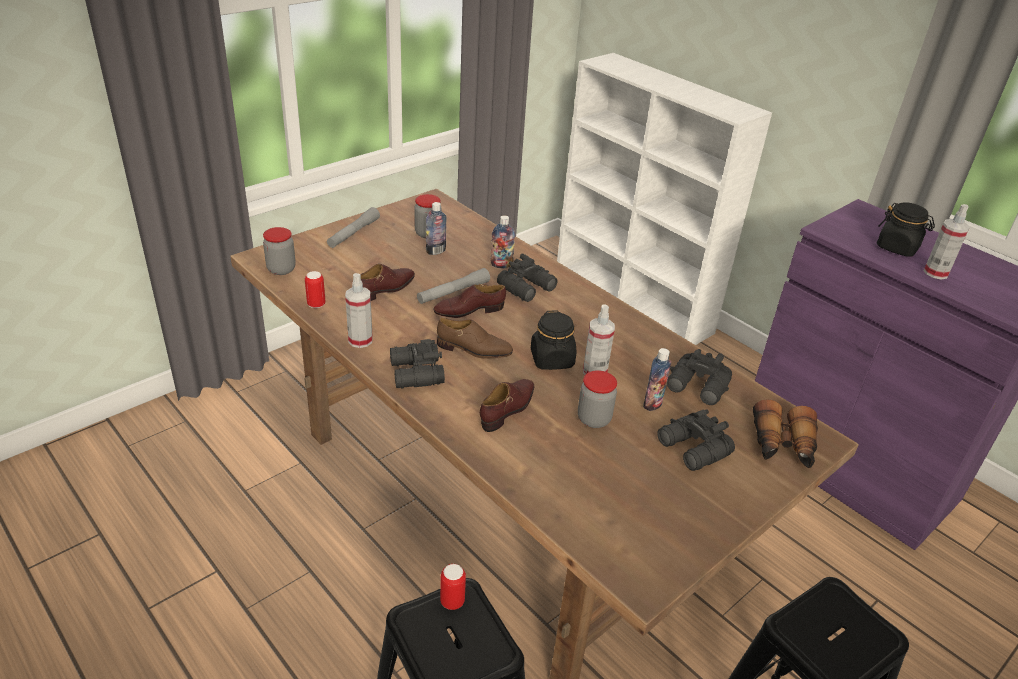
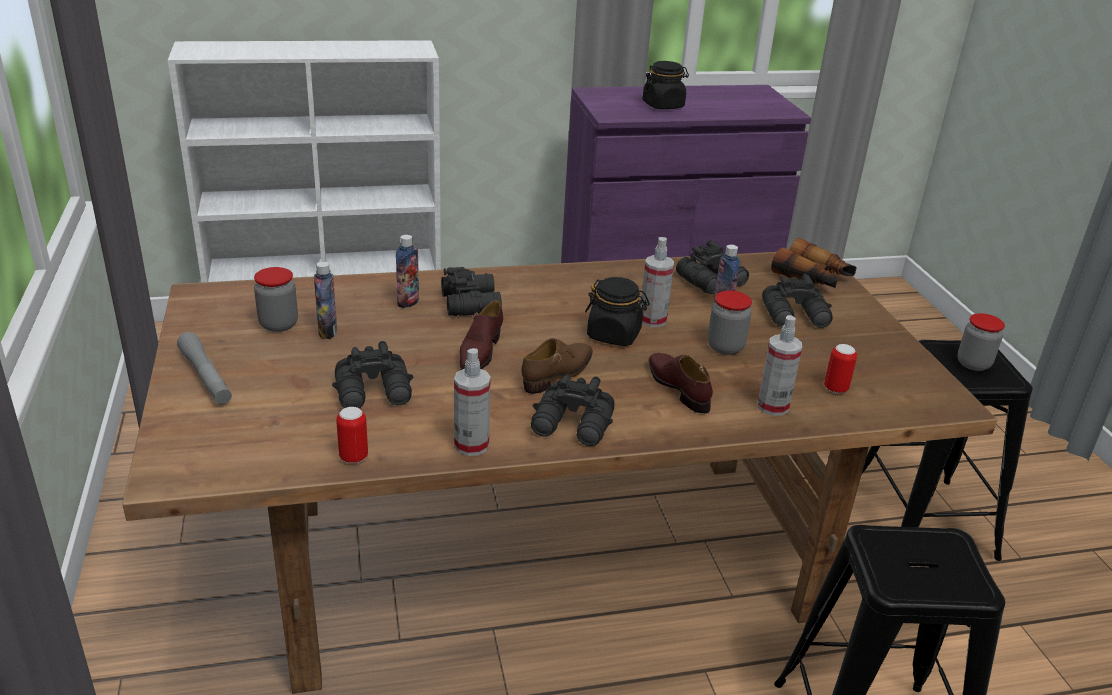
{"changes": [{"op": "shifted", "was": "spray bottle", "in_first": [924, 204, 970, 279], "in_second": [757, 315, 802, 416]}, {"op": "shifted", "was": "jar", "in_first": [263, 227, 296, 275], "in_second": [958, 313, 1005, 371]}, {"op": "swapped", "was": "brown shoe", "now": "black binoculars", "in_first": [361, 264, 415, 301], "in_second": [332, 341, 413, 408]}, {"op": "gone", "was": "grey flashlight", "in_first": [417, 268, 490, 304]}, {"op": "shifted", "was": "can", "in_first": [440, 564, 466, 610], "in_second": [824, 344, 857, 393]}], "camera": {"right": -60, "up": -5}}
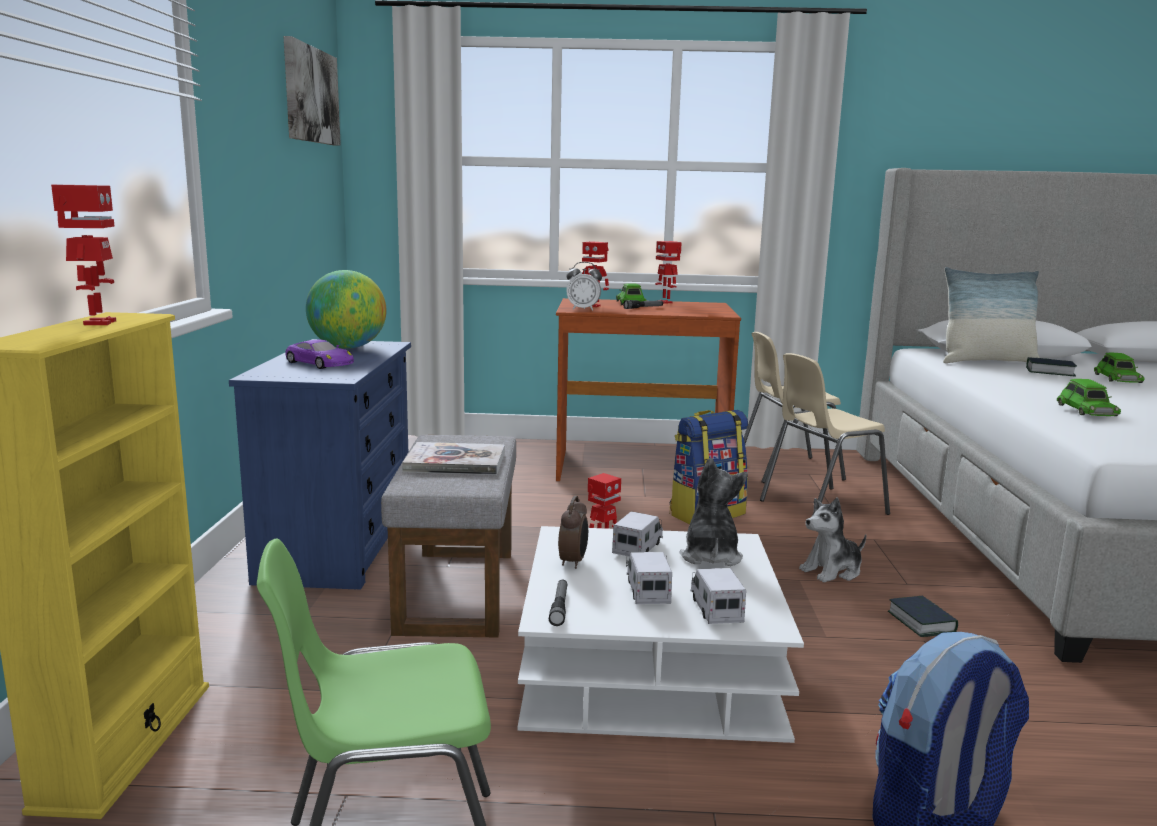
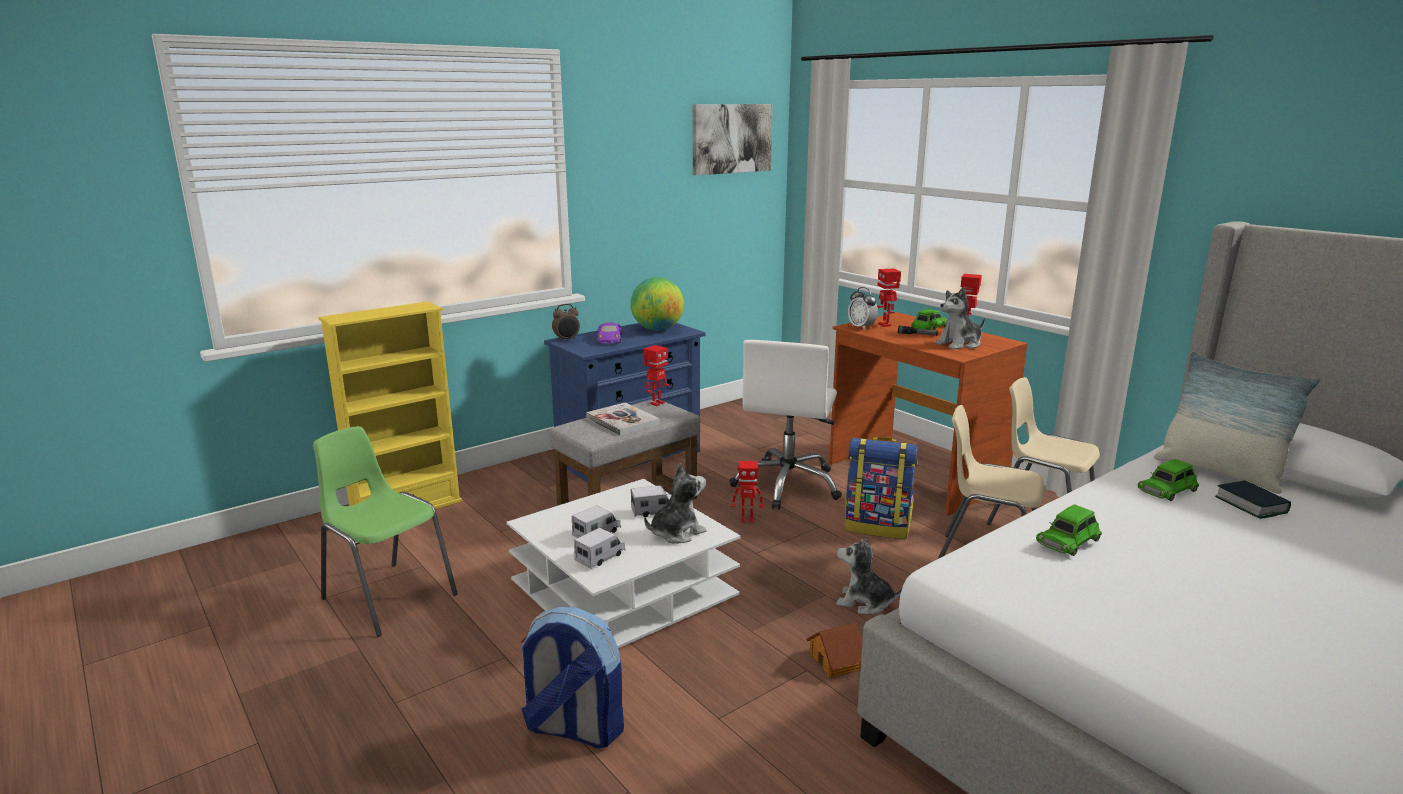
{"changes": [{"op": "shifted", "was": "toy robot", "in_first": [51, 185, 116, 325], "in_second": [643, 345, 669, 406]}, {"op": "shifted", "was": "green toy car", "in_first": [1094, 352, 1145, 383], "in_second": [1138, 459, 1199, 501]}, {"op": "shifted", "was": "alarm clock", "in_first": [558, 496, 588, 569], "in_second": [552, 304, 580, 341]}, {"op": "gone", "was": "flashlight", "in_first": [549, 580, 567, 626]}, {"op": "swapped", "was": "book", "now": "toy house", "in_first": [888, 596, 958, 637], "in_second": [806, 623, 862, 678]}, {"op": "new", "now": "plush toy", "in_second": [935, 287, 985, 350]}, {"op": "new", "now": "white office chair", "in_second": [730, 340, 842, 510]}], "camera": {"right": 50, "up": 5}}
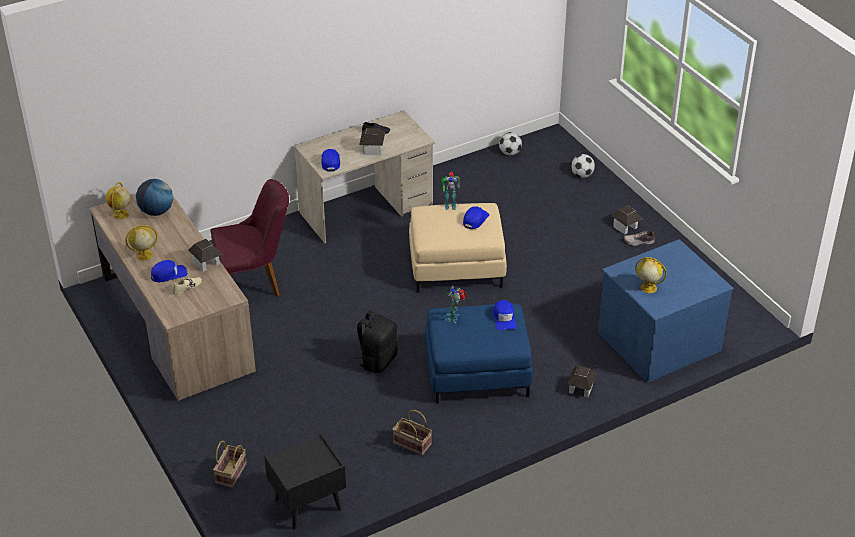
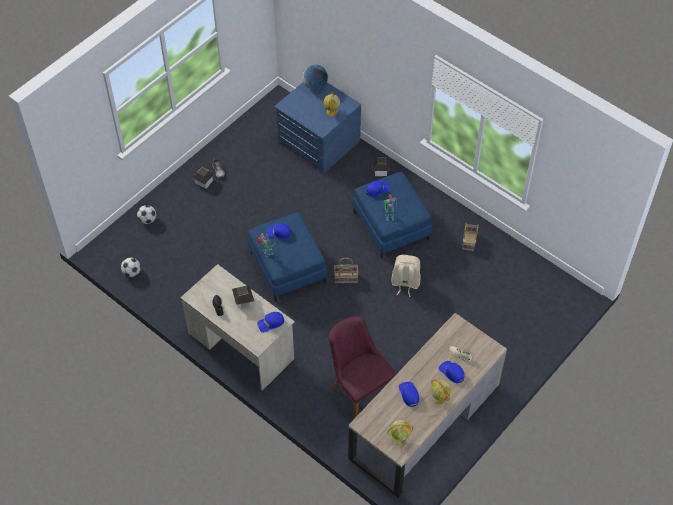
{"changes": [{"op": "shifted", "was": "globe", "in_first": [136, 179, 173, 216], "in_second": [302, 64, 328, 90]}, {"op": "repainted", "was": "beige ottoman", "now": "blue ottoman", "in_first": [409, 203, 507, 293], "in_second": [248, 213, 327, 302]}, {"op": "gone", "was": "toy house", "in_first": [188, 239, 222, 272]}, {"op": "repainted", "was": "black backpack", "now": "beige backpack", "in_first": [353, 311, 397, 373], "in_second": [391, 255, 421, 297]}, {"op": "gone", "was": "black nightstand", "in_first": [264, 433, 346, 530]}, {"op": "shifted", "was": "basket", "in_first": [213, 441, 247, 488], "in_second": [334, 258, 358, 283]}, {"op": "new", "now": "blue cap", "in_second": [398, 382, 419, 407]}], "camera": {"right": -110, "up": 15}}
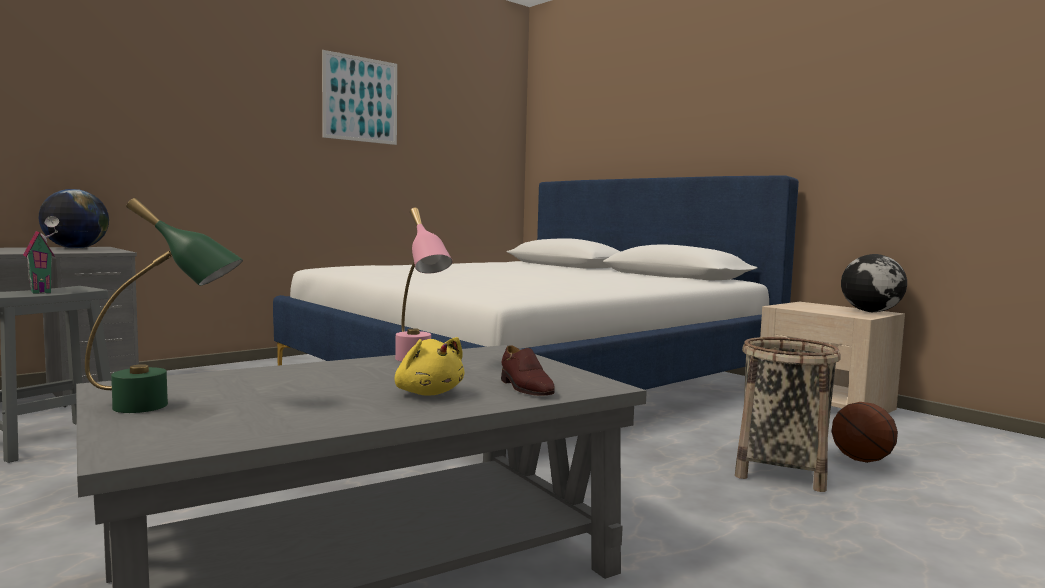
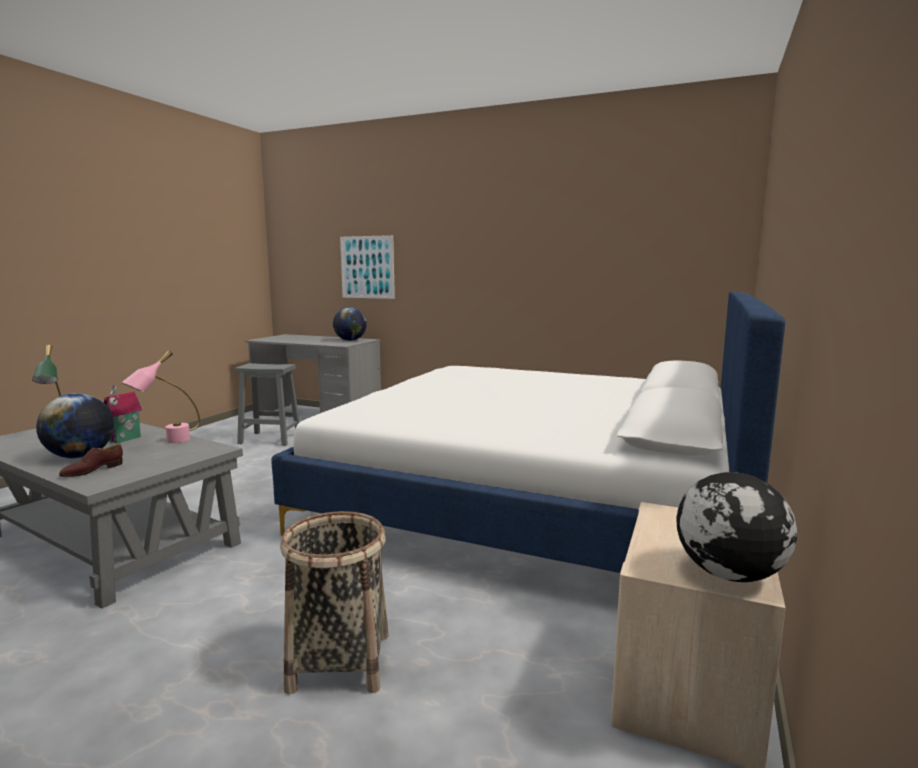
{"changes": [{"op": "shifted", "was": "picture", "in_first": [322, 50, 397, 145], "in_second": [340, 235, 395, 299]}, {"op": "shifted", "was": "toy house", "in_first": [23, 216, 59, 294], "in_second": [104, 385, 142, 444]}, {"op": "swapped", "was": "yellow plush toy", "now": "globe", "in_first": [395, 337, 464, 396], "in_second": [36, 393, 114, 458]}, {"op": "gone", "was": "basketball", "in_first": [831, 402, 898, 463]}], "camera": {"right": 65, "up": 5}}
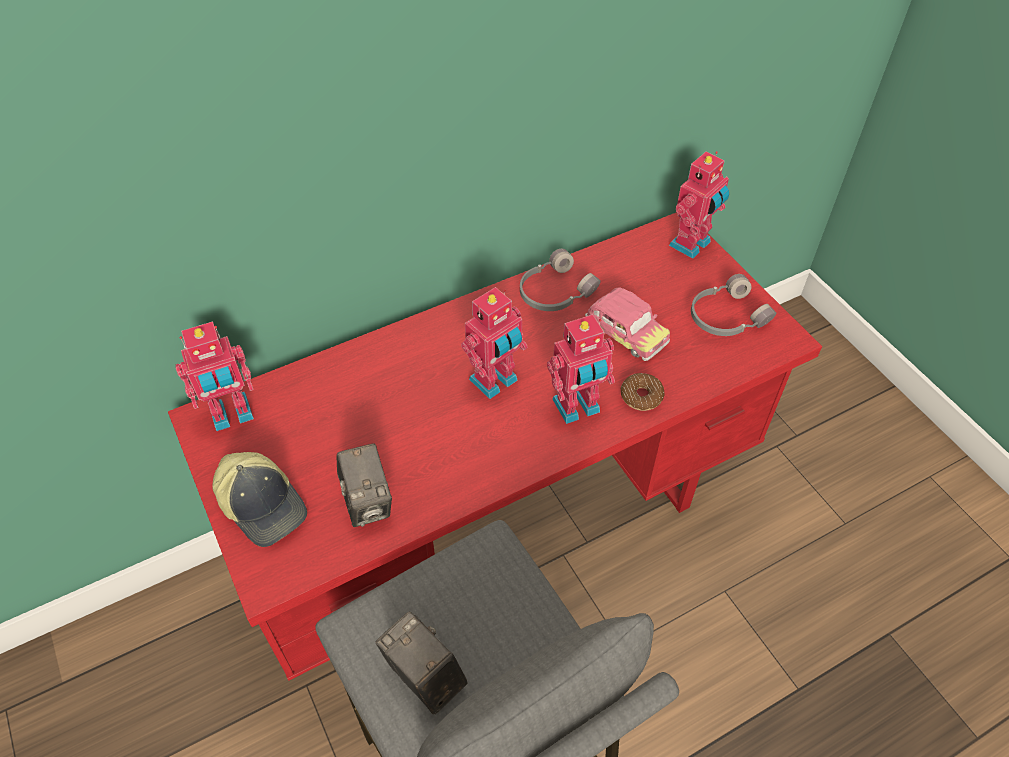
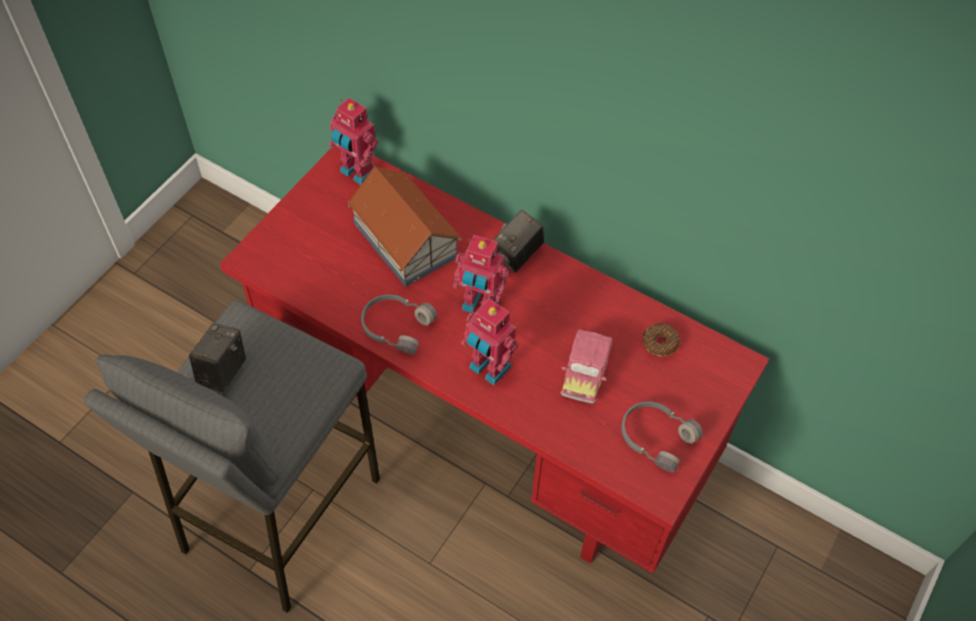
{"changes": [{"op": "gone", "was": "toy robot", "in_first": [669, 151, 729, 259]}, {"op": "shifted", "was": "grey headphones", "in_first": [520, 249, 601, 311], "in_second": [361, 294, 437, 354]}, {"op": "shifted", "was": "donut", "in_first": [621, 373, 665, 411], "in_second": [642, 323, 680, 357]}, {"op": "shifted", "was": "photo camera", "in_first": [337, 443, 392, 527], "in_second": [493, 210, 544, 273]}, {"op": "gone", "was": "cap", "in_first": [212, 452, 307, 547]}, {"op": "new", "now": "toy house", "in_second": [348, 166, 462, 287]}], "camera": {"right": 60, "up": 5}}
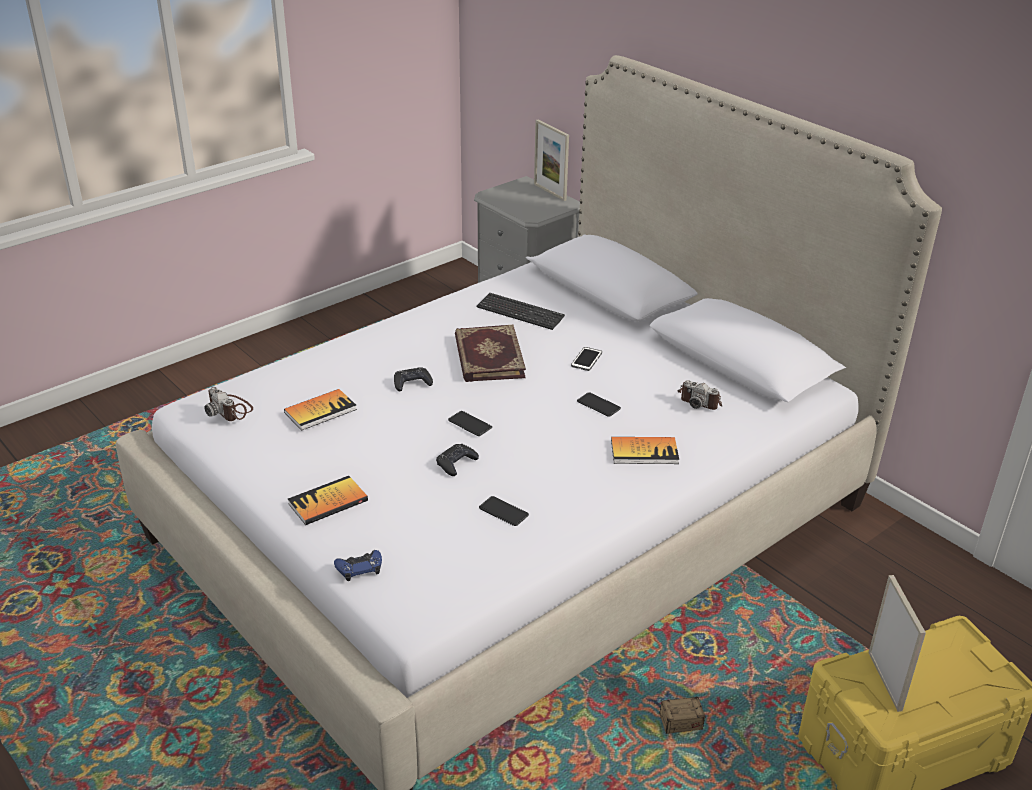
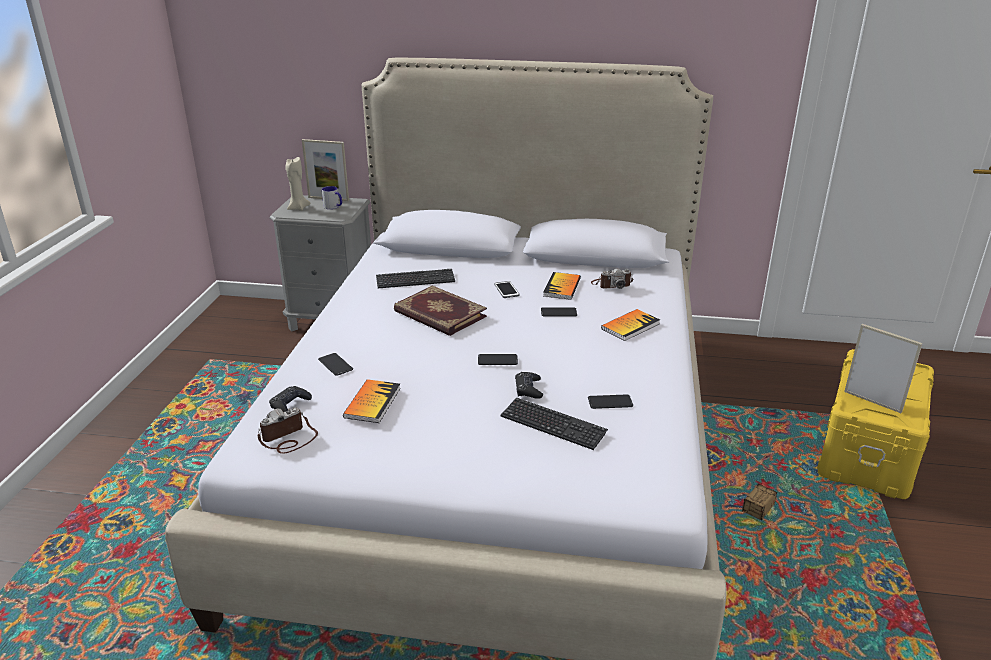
{"changes": [{"op": "shifted", "was": "black game controller", "in_first": [394, 367, 433, 391], "in_second": [269, 386, 312, 412]}, {"op": "rotated", "was": "photo camera", "in_first": [204, 387, 253, 421], "in_second": [258, 407, 318, 454], "clockwise": 135}, {"op": "shifted", "was": "book", "in_first": [288, 476, 368, 525], "in_second": [543, 272, 581, 300]}, {"op": "gone", "was": "blue game controller", "in_first": [334, 550, 382, 581]}, {"op": "new", "now": "beige candle", "in_second": [285, 157, 311, 211]}, {"op": "new", "now": "mug", "in_second": [322, 186, 342, 209]}, {"op": "new", "now": "phone", "in_second": [318, 353, 353, 376]}, {"op": "new", "now": "keyboard", "in_second": [501, 397, 608, 450]}], "camera": {"right": -40, "up": -5}}
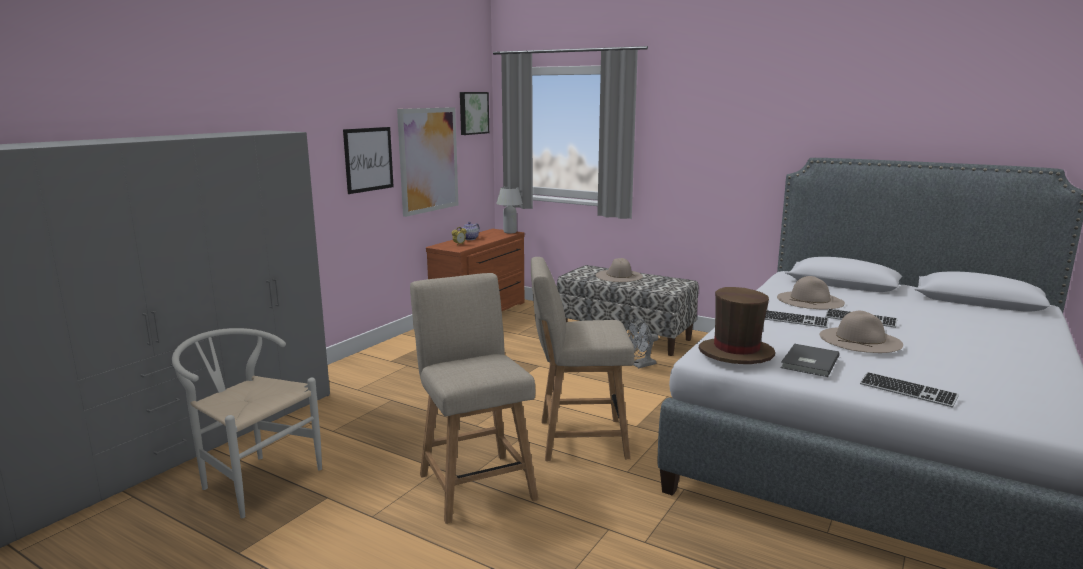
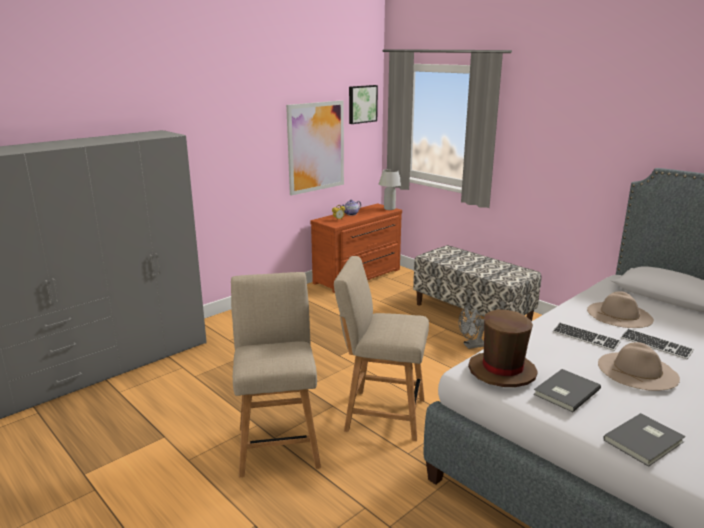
{"changes": [{"op": "gone", "was": "picture", "in_first": [343, 127, 394, 194]}, {"op": "gone", "was": "beige hat", "in_first": [596, 258, 643, 282]}, {"op": "gone", "was": "white chair", "in_first": [172, 328, 322, 519]}, {"op": "swapped", "was": "keyboard", "now": "grey book", "in_first": [860, 372, 959, 408], "in_second": [603, 413, 685, 467]}], "camera": {"right": 15, "up": 5}}
